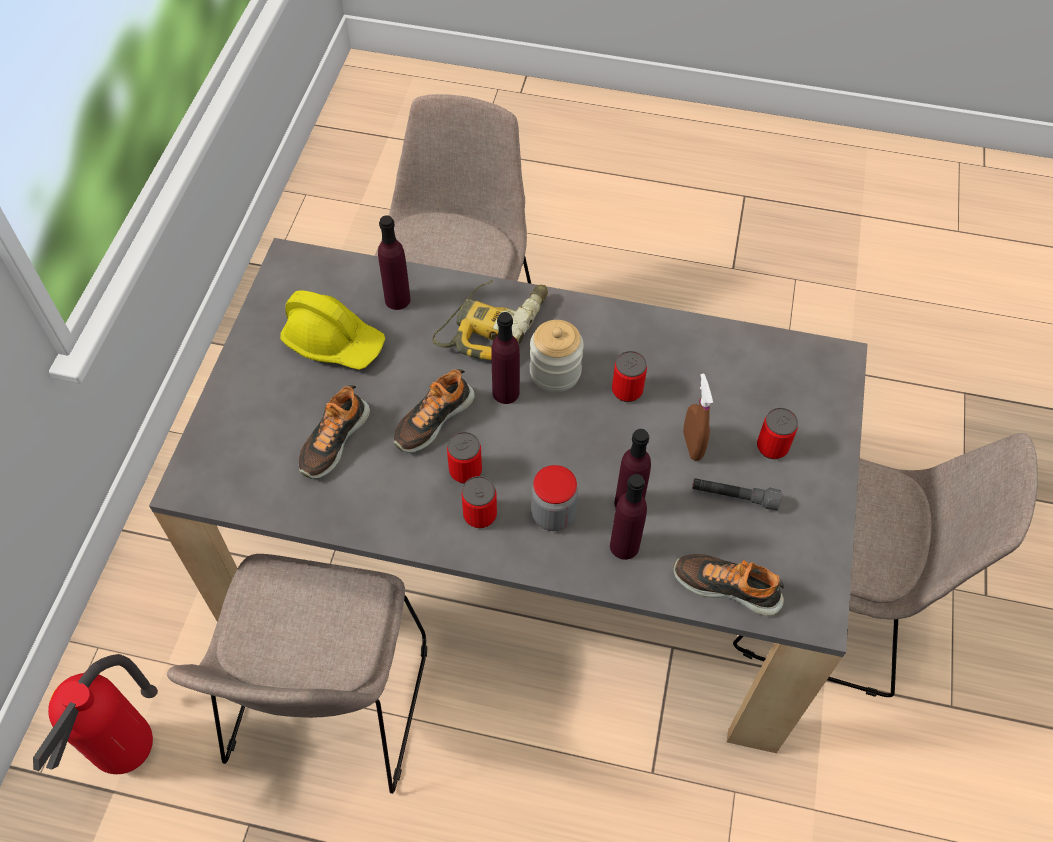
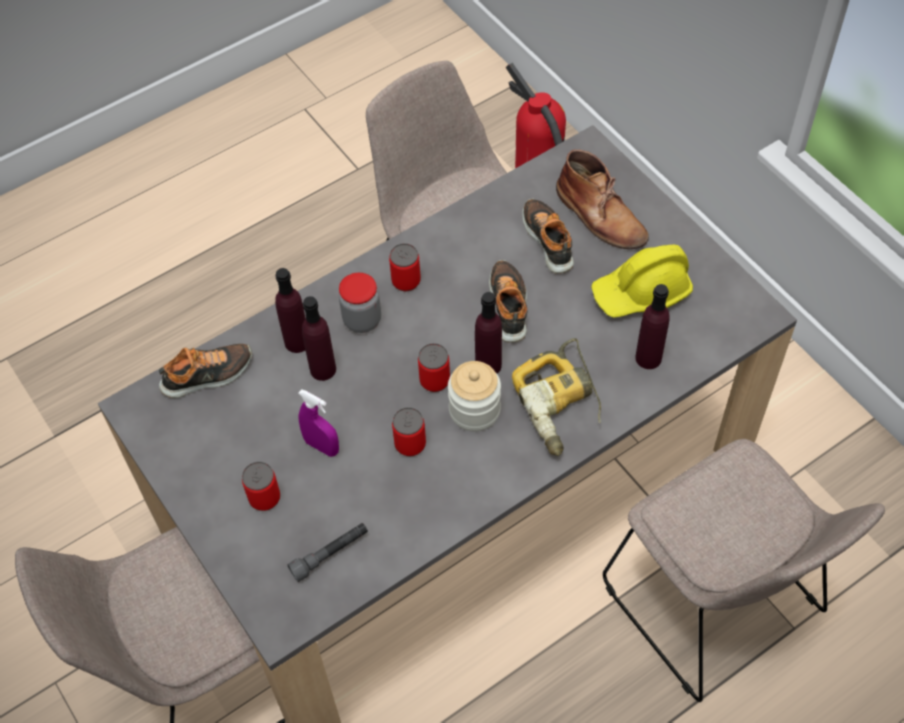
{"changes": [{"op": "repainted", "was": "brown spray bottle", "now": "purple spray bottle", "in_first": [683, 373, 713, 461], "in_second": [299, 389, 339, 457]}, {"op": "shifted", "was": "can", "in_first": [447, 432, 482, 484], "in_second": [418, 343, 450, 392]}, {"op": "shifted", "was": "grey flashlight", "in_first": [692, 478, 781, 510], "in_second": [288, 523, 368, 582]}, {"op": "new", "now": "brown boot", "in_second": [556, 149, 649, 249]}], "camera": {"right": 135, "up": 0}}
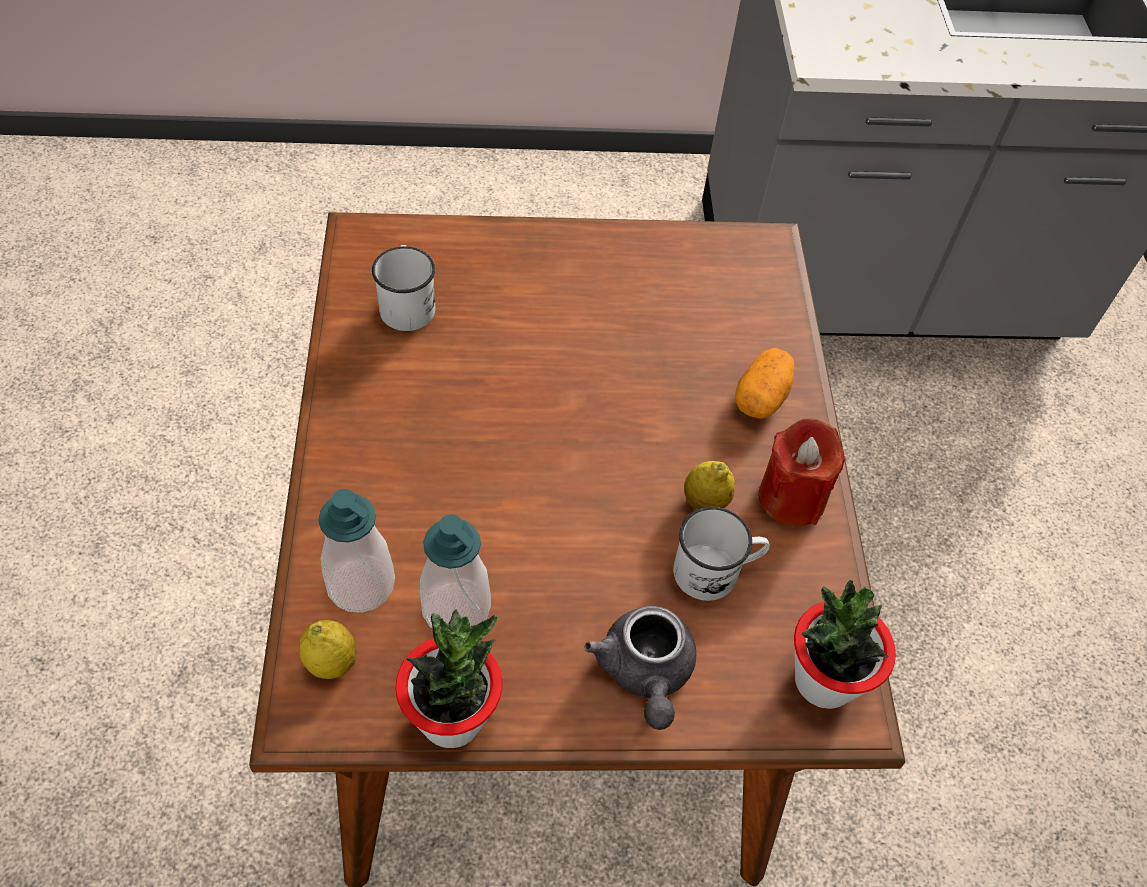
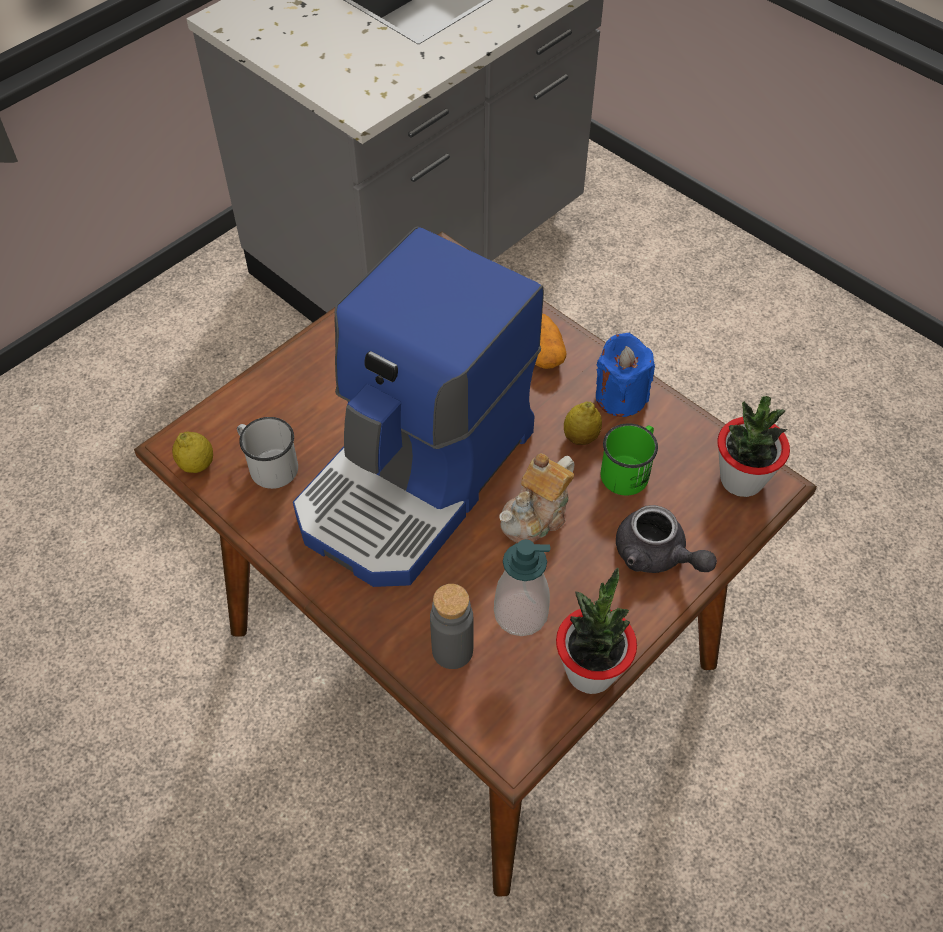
{"changes": [{"op": "repainted", "was": "red candle", "now": "blue candle", "in_first": [758, 418, 845, 526], "in_second": [596, 333, 655, 417]}, {"op": "swapped", "was": "soap dispenser", "now": "grey bottle", "in_first": [318, 489, 395, 613], "in_second": [430, 584, 474, 669]}, {"op": "repainted", "was": "white mug", "now": "green mug", "in_first": [673, 507, 770, 601], "in_second": [601, 423, 658, 495]}, {"op": "shifted", "was": "lemon", "in_first": [299, 620, 357, 679], "in_second": [172, 432, 213, 473]}, {"op": "new", "now": "coffee machine", "in_second": [293, 226, 544, 587]}, {"op": "new", "now": "teapot", "in_second": [499, 453, 574, 543]}], "camera": {"right": -40, "up": 0}}
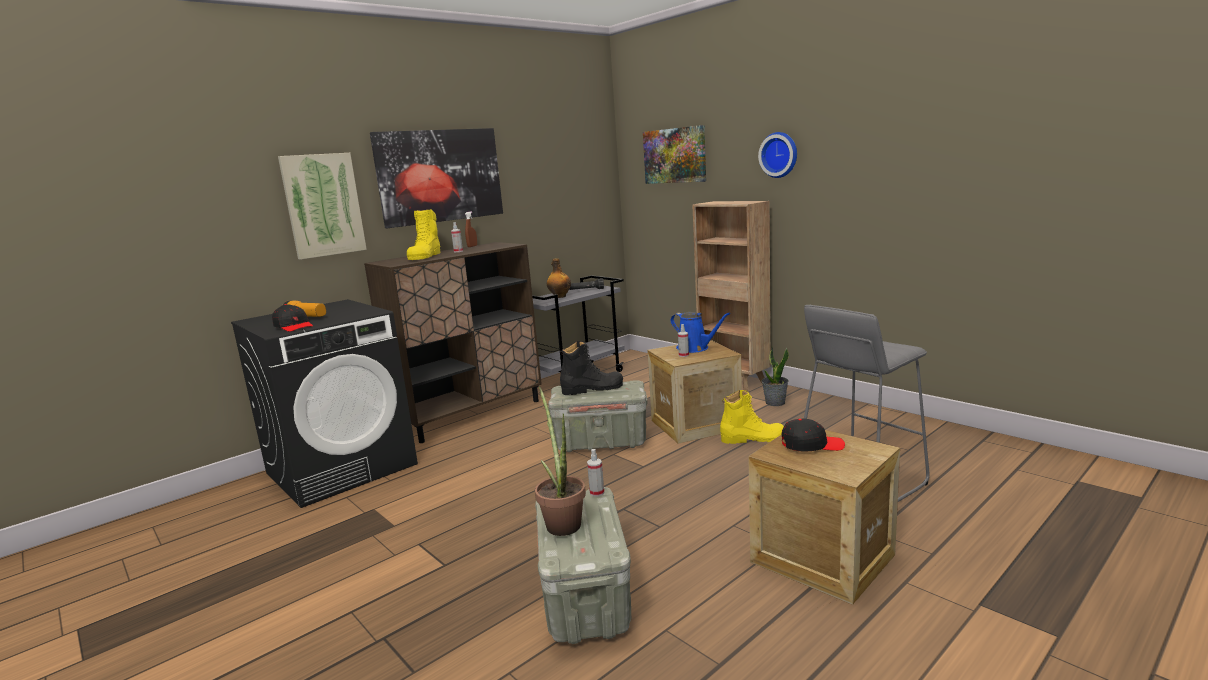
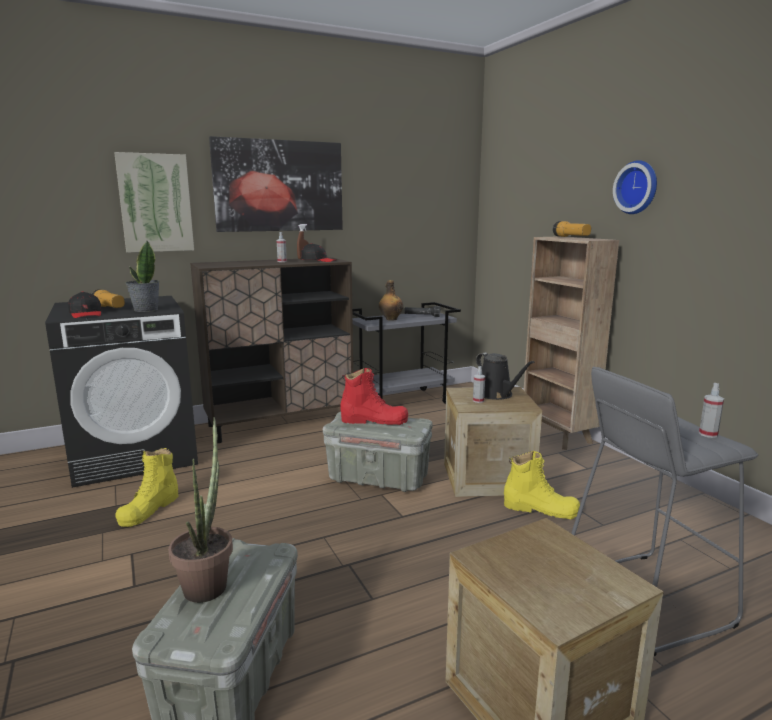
{"changes": [{"op": "gone", "was": "picture", "in_first": [643, 125, 706, 184]}, {"op": "shifted", "was": "yellow boot", "in_first": [407, 209, 440, 260], "in_second": [115, 448, 179, 527]}, {"op": "repainted", "was": "blue watering can", "now": "black watering can", "in_first": [670, 312, 730, 353], "in_second": [476, 353, 534, 400]}, {"op": "repainted", "was": "black boot", "now": "red boot", "in_first": [560, 341, 623, 395], "in_second": [340, 368, 408, 425]}, {"op": "shifted", "was": "potted plant", "in_first": [762, 347, 789, 406], "in_second": [125, 241, 160, 312]}, {"op": "shifted", "was": "black cap", "in_first": [782, 419, 845, 452], "in_second": [301, 243, 337, 262]}, {"op": "shifted", "was": "spray bottle", "in_first": [587, 449, 604, 497], "in_second": [699, 383, 724, 438]}, {"op": "new", "now": "flashlight", "in_second": [553, 221, 591, 237]}], "camera": {"right": 15, "up": 0}}
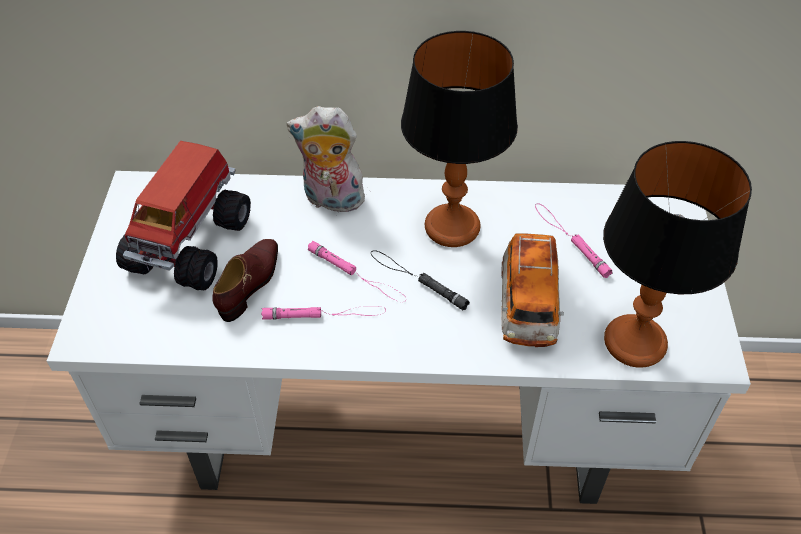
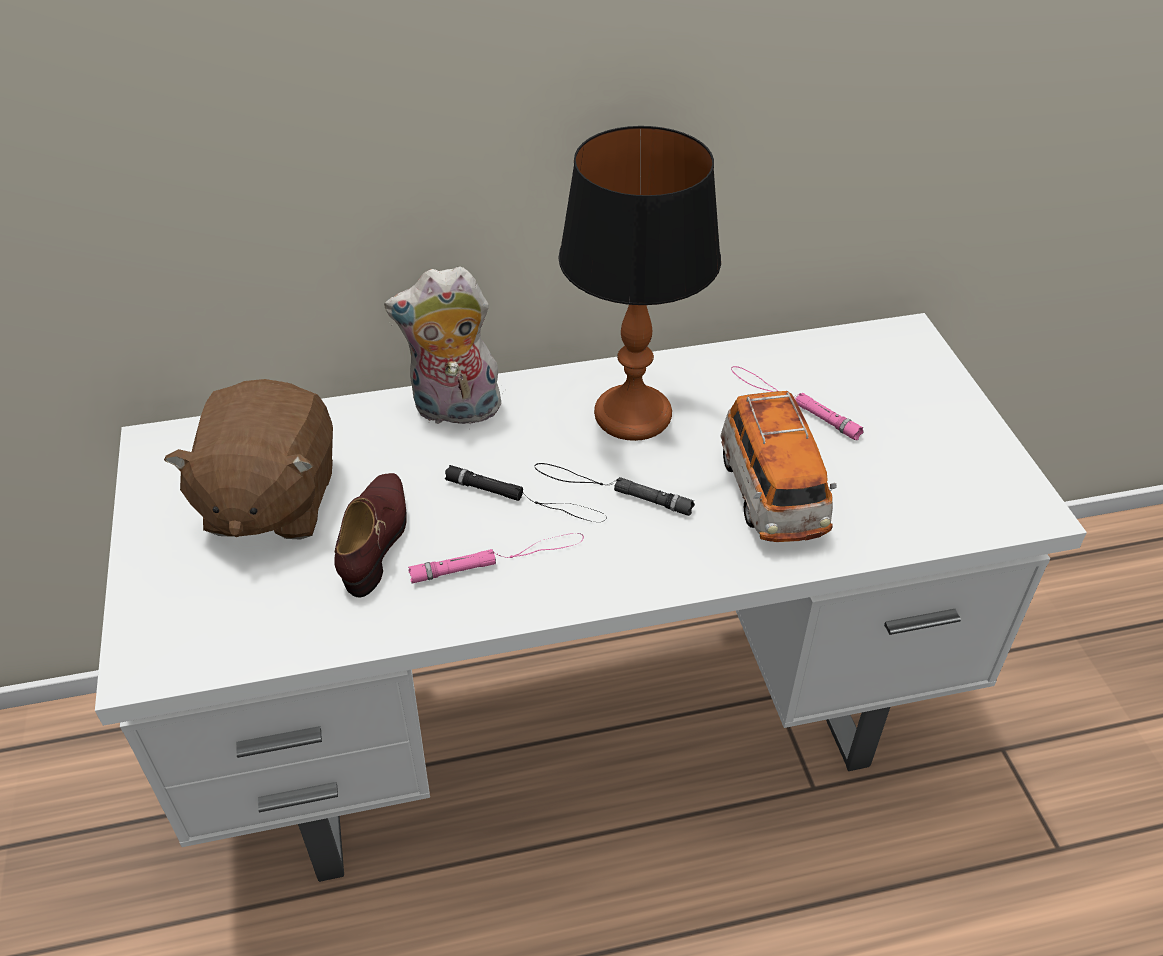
{"changes": [{"op": "swapped", "was": "toy truck", "now": "brown plush toy", "in_first": [116, 141, 251, 291], "in_second": [164, 379, 333, 539]}, {"op": "gone", "was": "table lamp", "in_first": [603, 141, 752, 368]}, {"op": "repainted", "was": "pink flashlight", "now": "black flashlight", "in_first": [307, 241, 405, 302], "in_second": [445, 465, 607, 522]}], "camera": {"right": -15, "up": -5}}
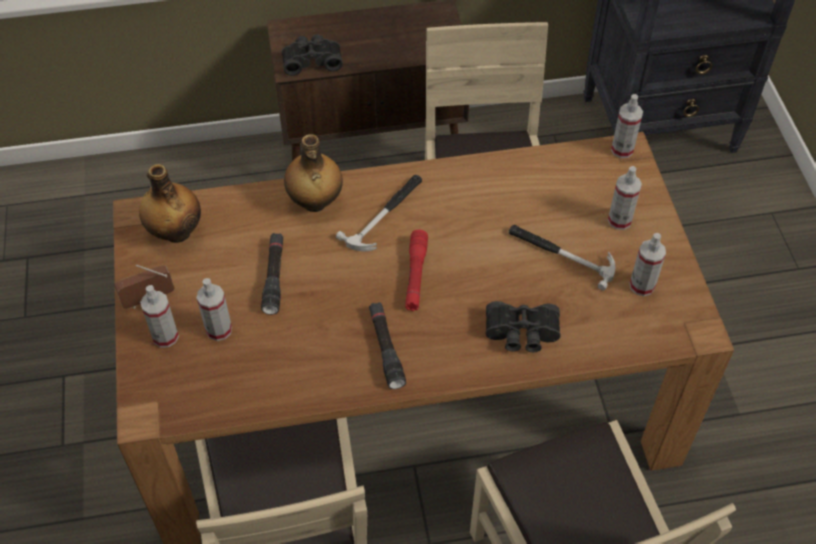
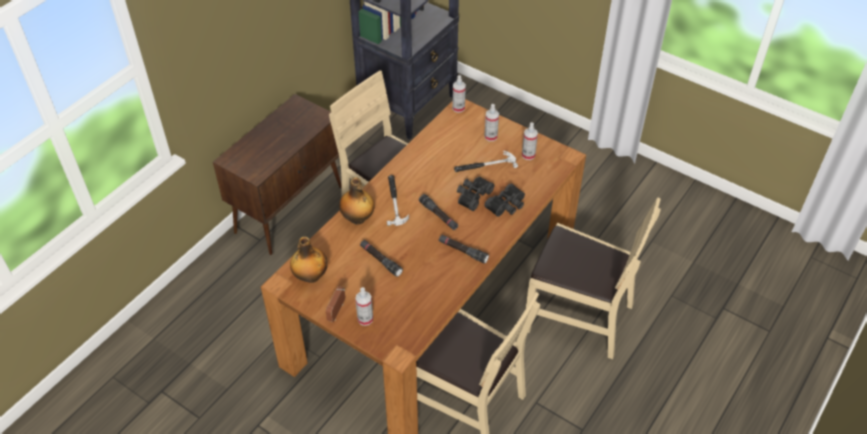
{"changes": [{"op": "shifted", "was": "black binoculars", "in_first": [282, 34, 343, 76], "in_second": [457, 177, 494, 211]}, {"op": "repainted", "was": "red flashlight", "now": "black flashlight", "in_first": [405, 230, 428, 311], "in_second": [419, 194, 458, 230]}, {"op": "gone", "was": "spray bottle", "in_first": [197, 278, 232, 341]}], "camera": {"right": -45, "up": -5}}
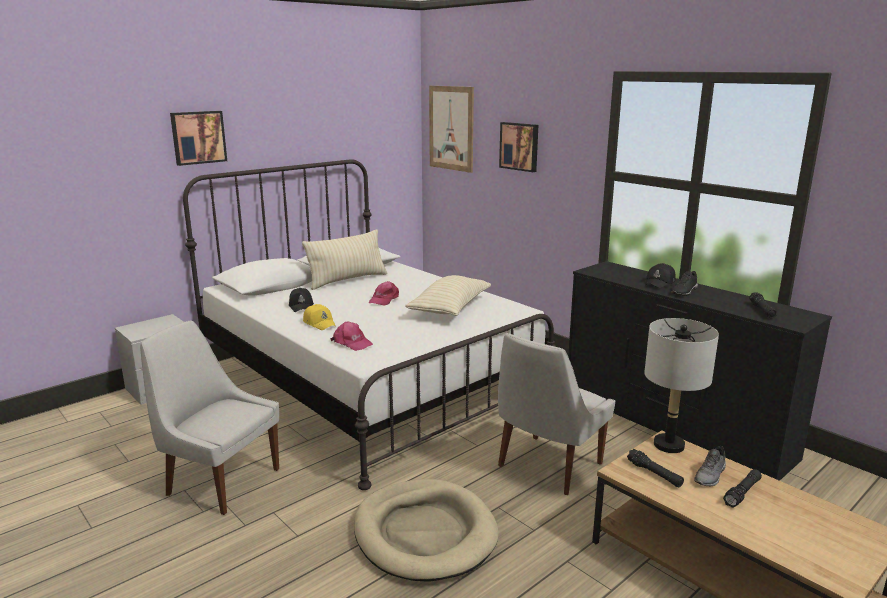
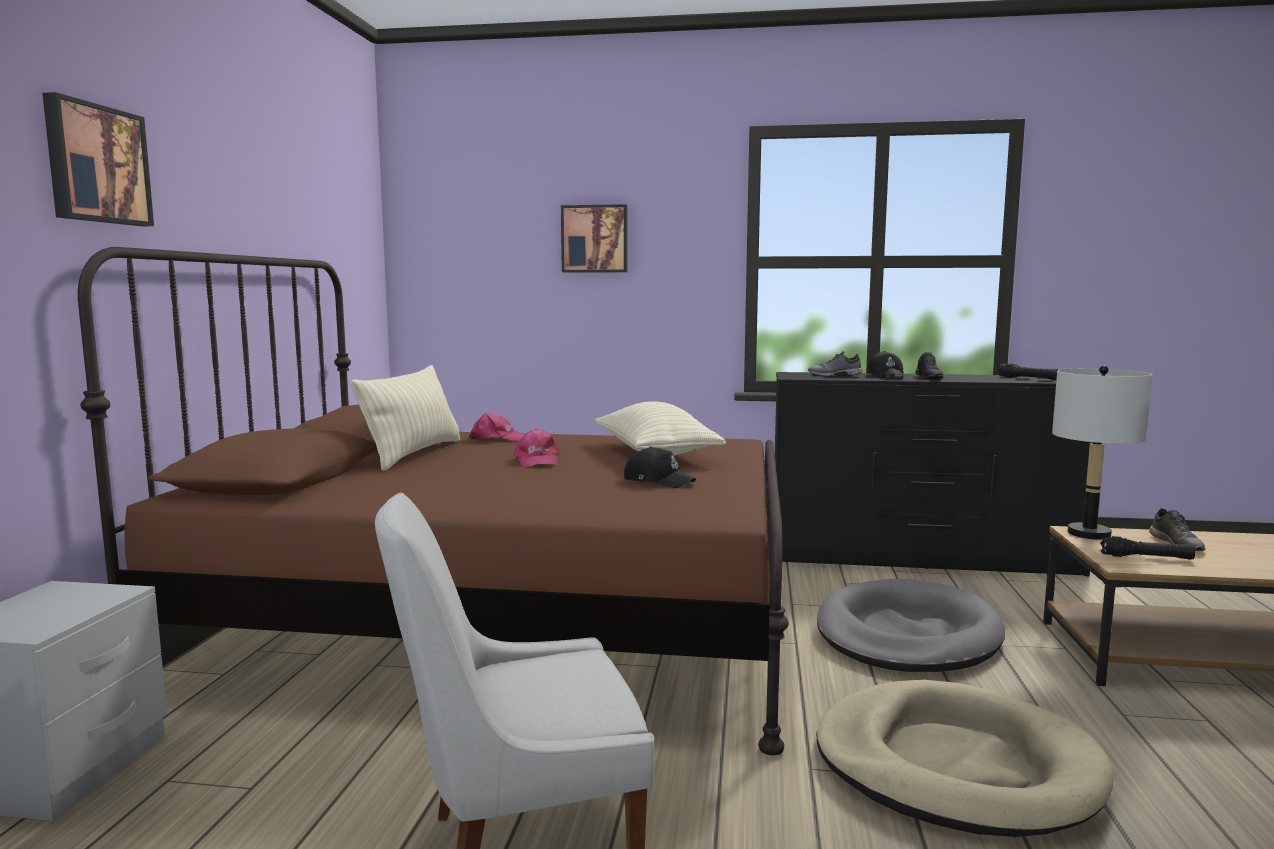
{"changes": [{"op": "gone", "was": "picture", "in_first": [429, 86, 474, 173]}, {"op": "repainted", "was": "white bed", "now": "brown bed", "in_first": [183, 159, 556, 490], "in_second": [78, 247, 789, 755]}, {"op": "shifted", "was": "black cap", "in_first": [289, 288, 314, 312], "in_second": [623, 447, 696, 488]}, {"op": "gone", "was": "yellow cap", "in_first": [303, 304, 336, 330]}, {"op": "shifted", "was": "pink cap", "in_first": [331, 322, 373, 351], "in_second": [469, 413, 525, 442]}, {"op": "swapped", "was": "white chair", "now": "grey dog bed", "in_first": [498, 333, 615, 495], "in_second": [817, 579, 1005, 672]}, {"op": "gone", "was": "black flashlight", "in_first": [723, 469, 762, 508]}, {"op": "new", "now": "grey shoe", "in_second": [808, 351, 862, 377]}], "camera": {"right": -40, "up": -10}}
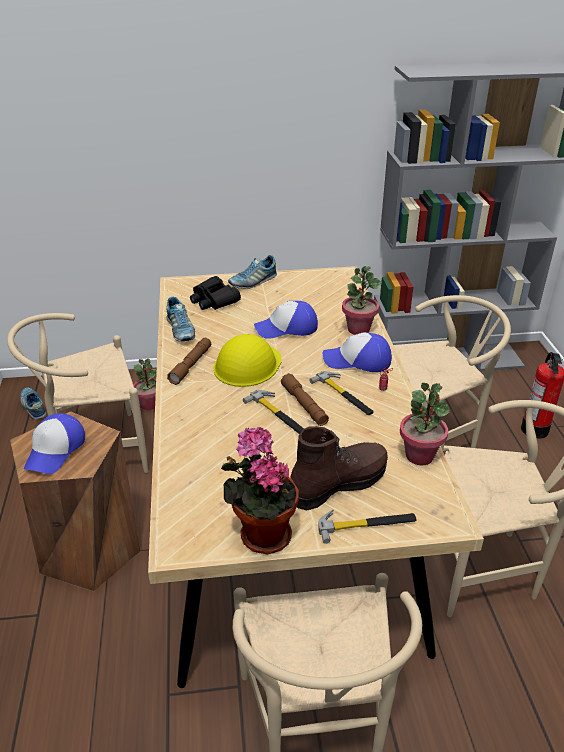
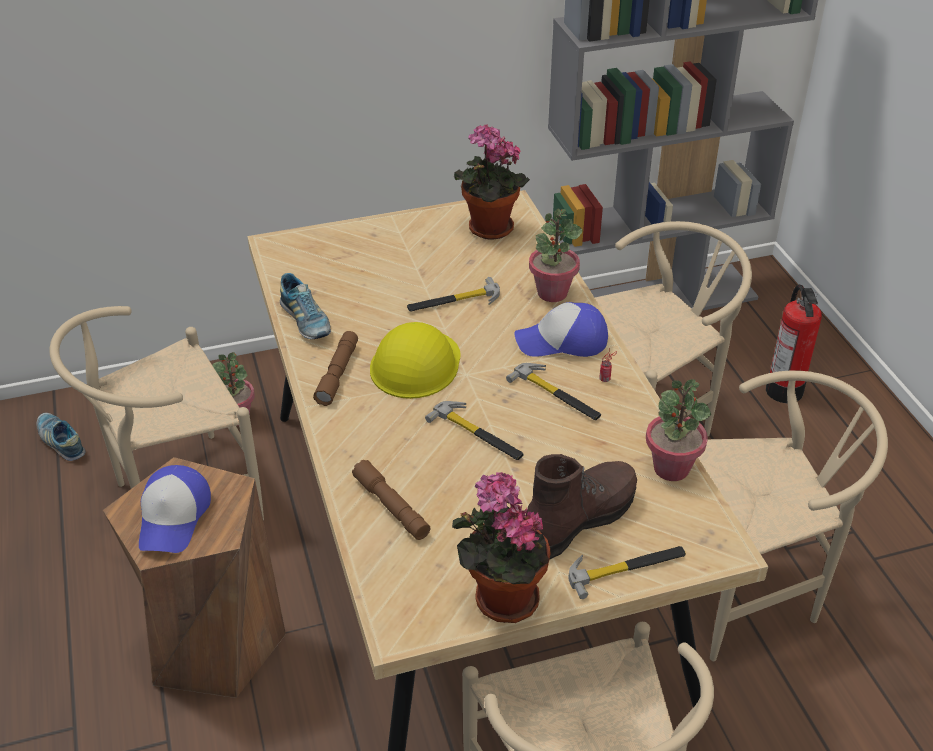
{"changes": [{"op": "gone", "was": "shoe", "in_first": [228, 255, 277, 289]}, {"op": "gone", "was": "black binoculars", "in_first": [190, 276, 241, 310]}, {"op": "swapped", "was": "cap", "now": "hammer", "in_first": [254, 301, 318, 339], "in_second": [407, 277, 500, 311]}, {"op": "shifted", "was": "brown flashlight", "in_first": [281, 373, 329, 426], "in_second": [352, 460, 430, 540]}, {"op": "new", "now": "potted plant", "in_second": [454, 125, 530, 240]}], "camera": {"right": -10, "up": 5}}
